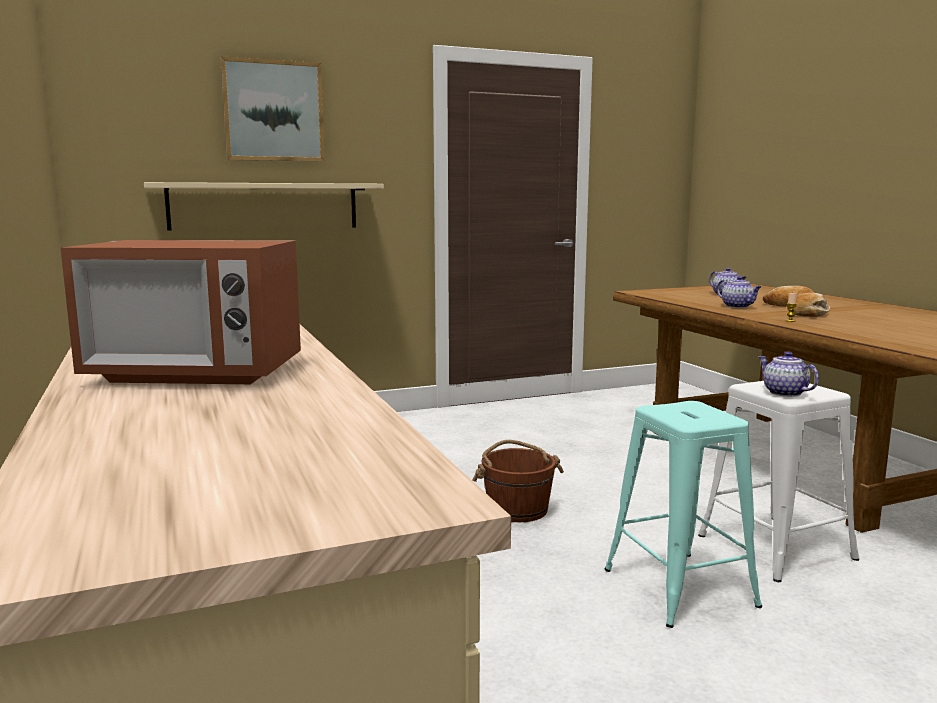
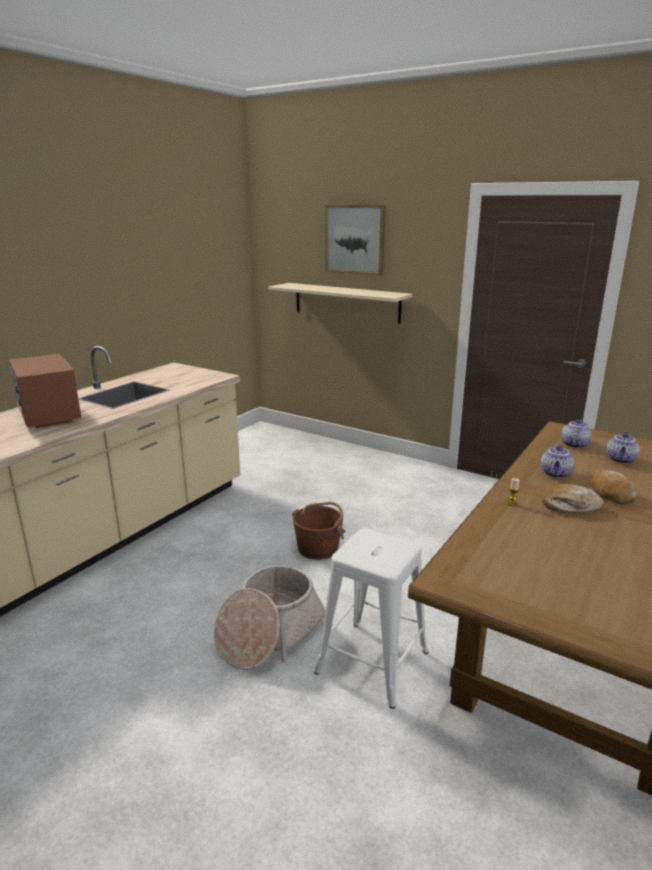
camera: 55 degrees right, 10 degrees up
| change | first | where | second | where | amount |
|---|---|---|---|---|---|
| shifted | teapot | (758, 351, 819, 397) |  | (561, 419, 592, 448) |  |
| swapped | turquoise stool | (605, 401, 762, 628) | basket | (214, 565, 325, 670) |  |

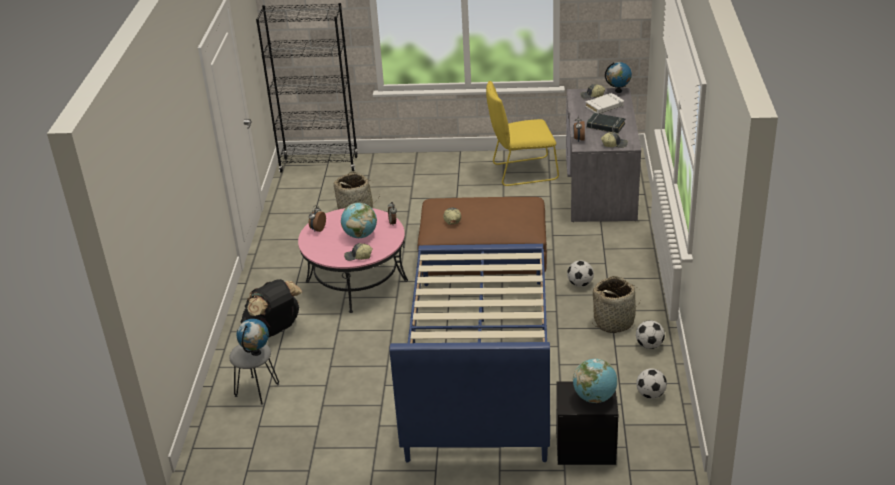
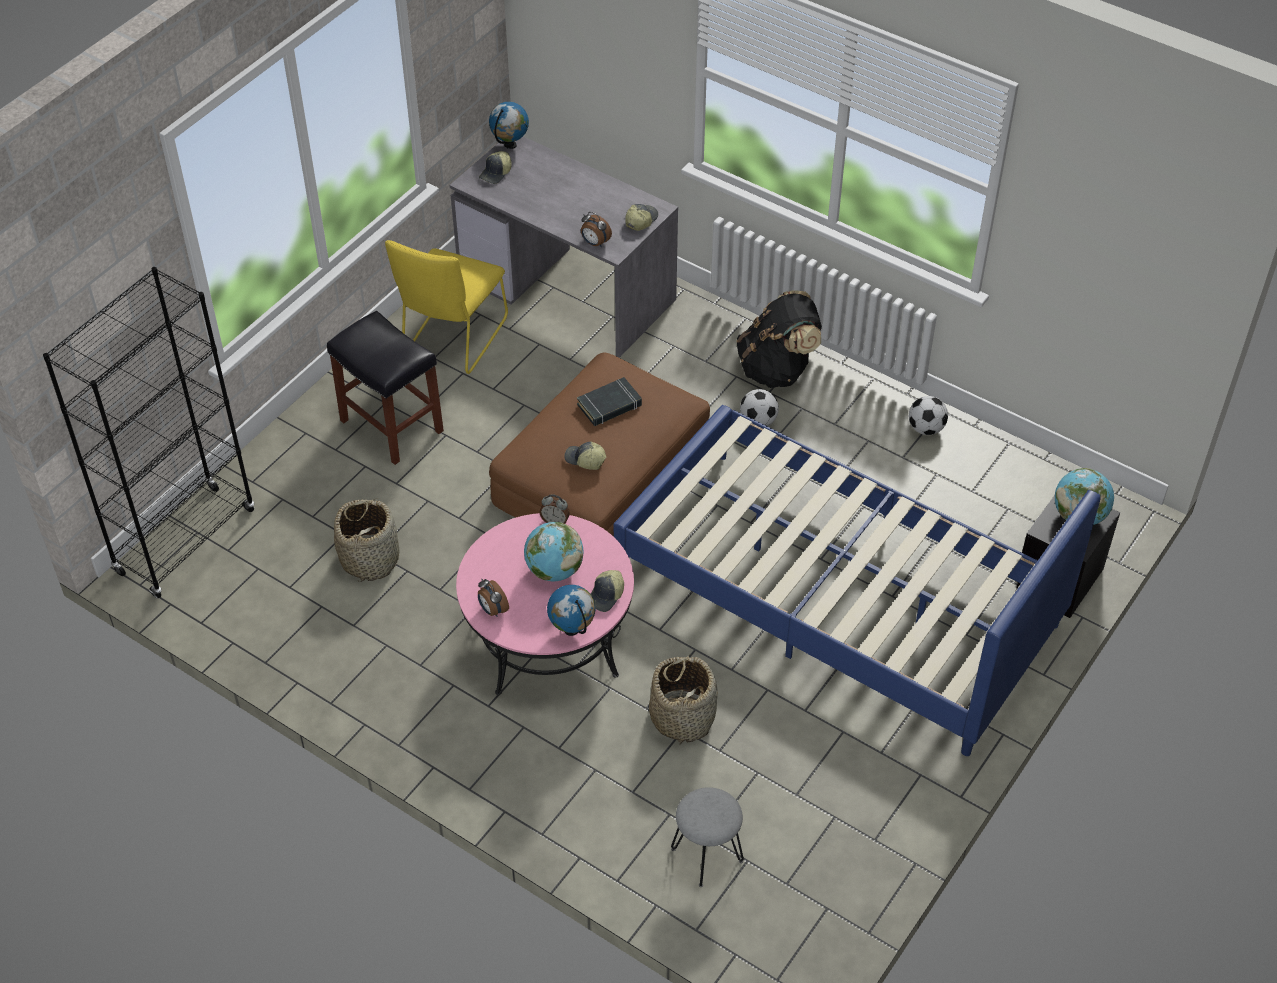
camera: 60 degrees left, 15 degrees up
| change | first | where | second | where | amount |
|---|---|---|---|---|---|
| gone | white book | (585, 93, 624, 114) |  |  |  |
| gone | football | (636, 368, 667, 399) |  |  |  |
| new |  |  | black stool | (327, 311, 444, 465) |  |
| shifted | globe | (237, 319, 269, 356) |  | (547, 585, 595, 636) |  |
| shifted | black backpack | (241, 279, 302, 338) |  | (736, 290, 822, 388) |  |
| shifted | black book | (587, 113, 625, 133) |  | (577, 377, 642, 426) |  |
| shifted | basket | (593, 276, 642, 333) |  | (649, 654, 718, 745) |  |

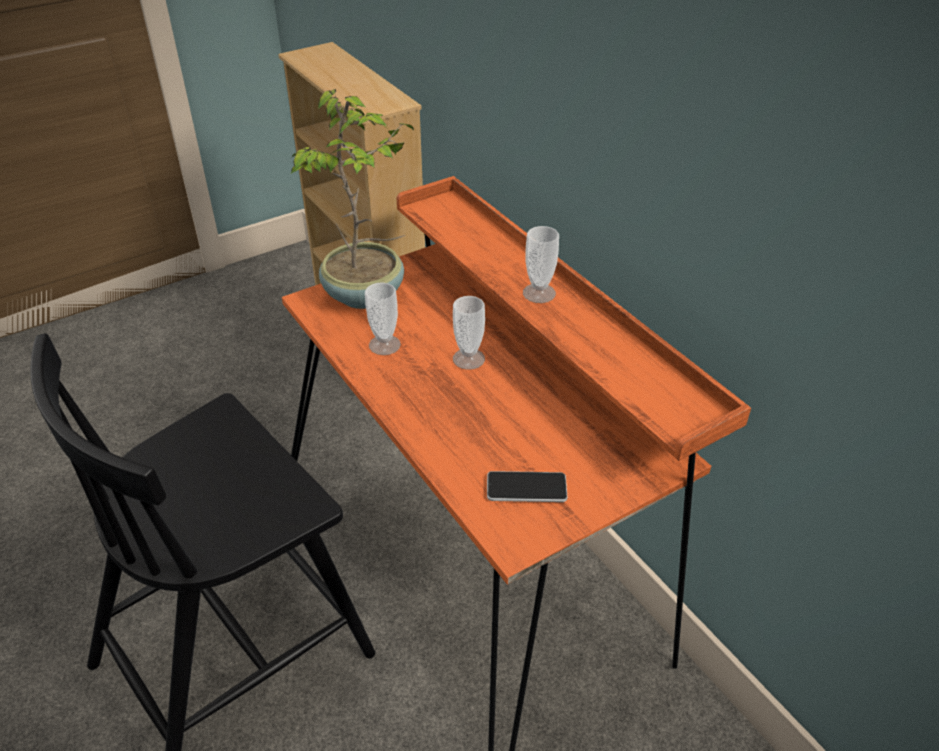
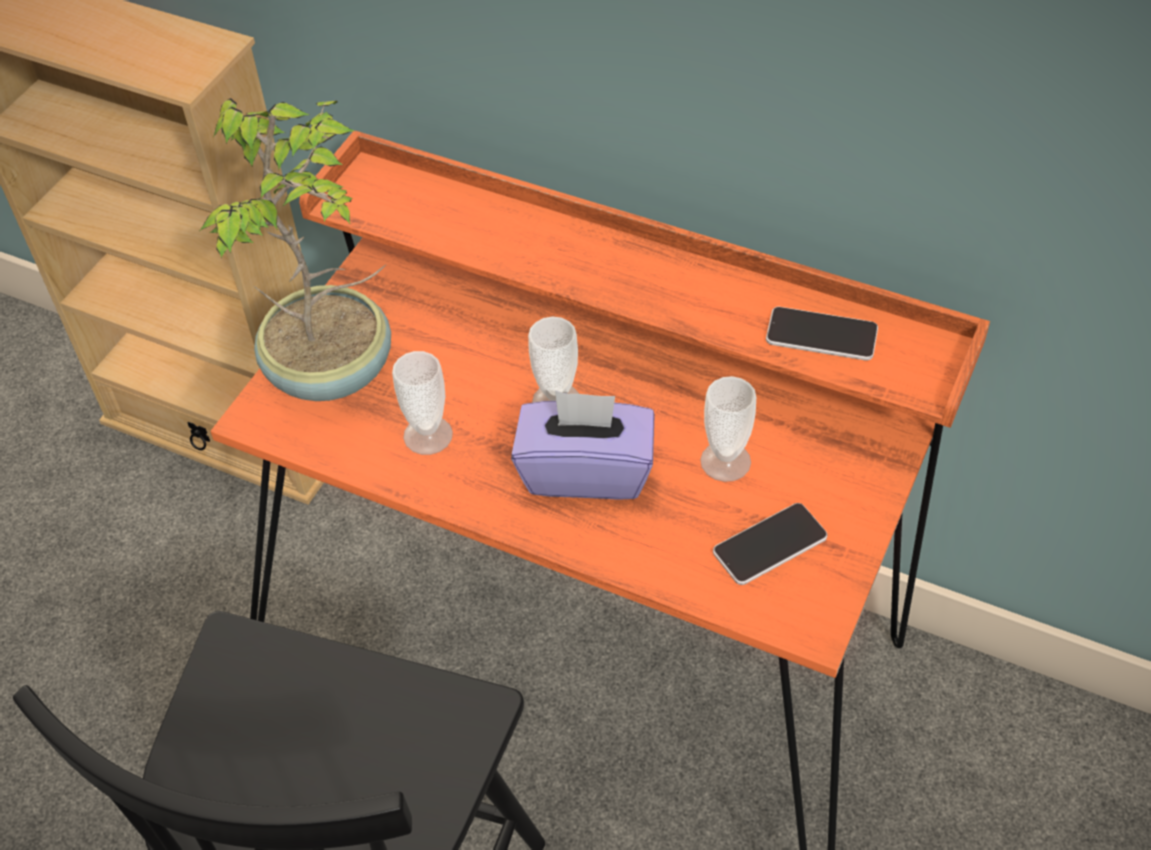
camera: 30 degrees left, 10 degrees up
| change | first | where | second | where | amount |
|---|---|---|---|---|---|
| new |  |  | purple tissue box | (511, 390, 655, 500) |  |
| new |  |  | phone | (766, 307, 878, 361) |  |
| shifted | cup | (523, 226, 559, 303) |  | (700, 376, 756, 482) |  |

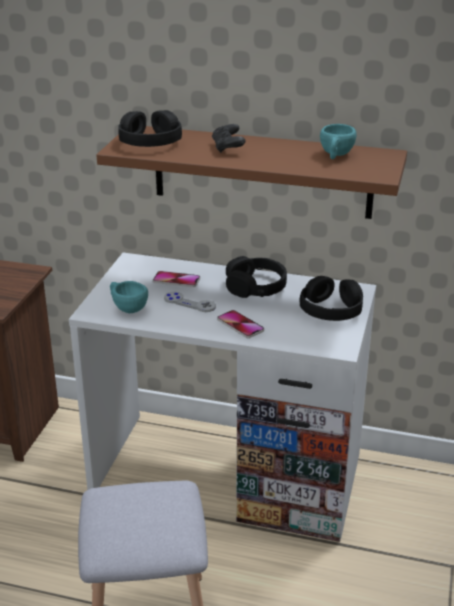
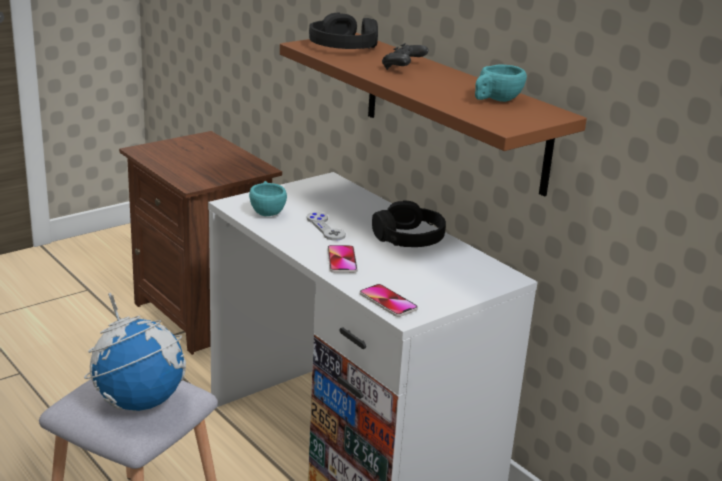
camera: 35 degrees right, 5 degrees down
| change | first | where | second | where | amount |
|---|---|---|---|---|---|
| gone | black headphones | (300, 276, 363, 321) |  |  |  |
| new |  |  | globe | (84, 293, 186, 412) |  |
| shifted | phone | (153, 271, 200, 287) |  | (360, 284, 418, 317) |  |

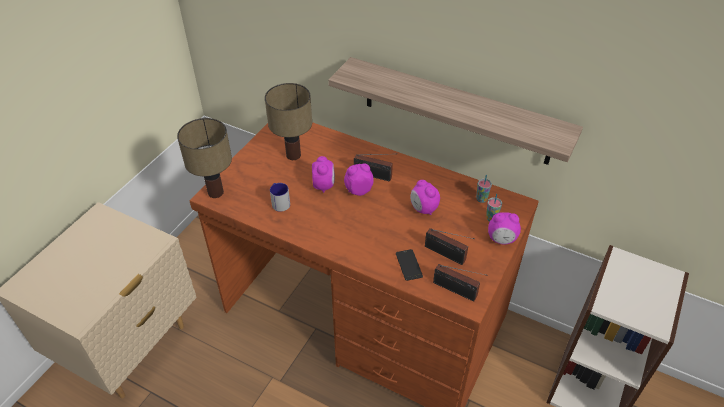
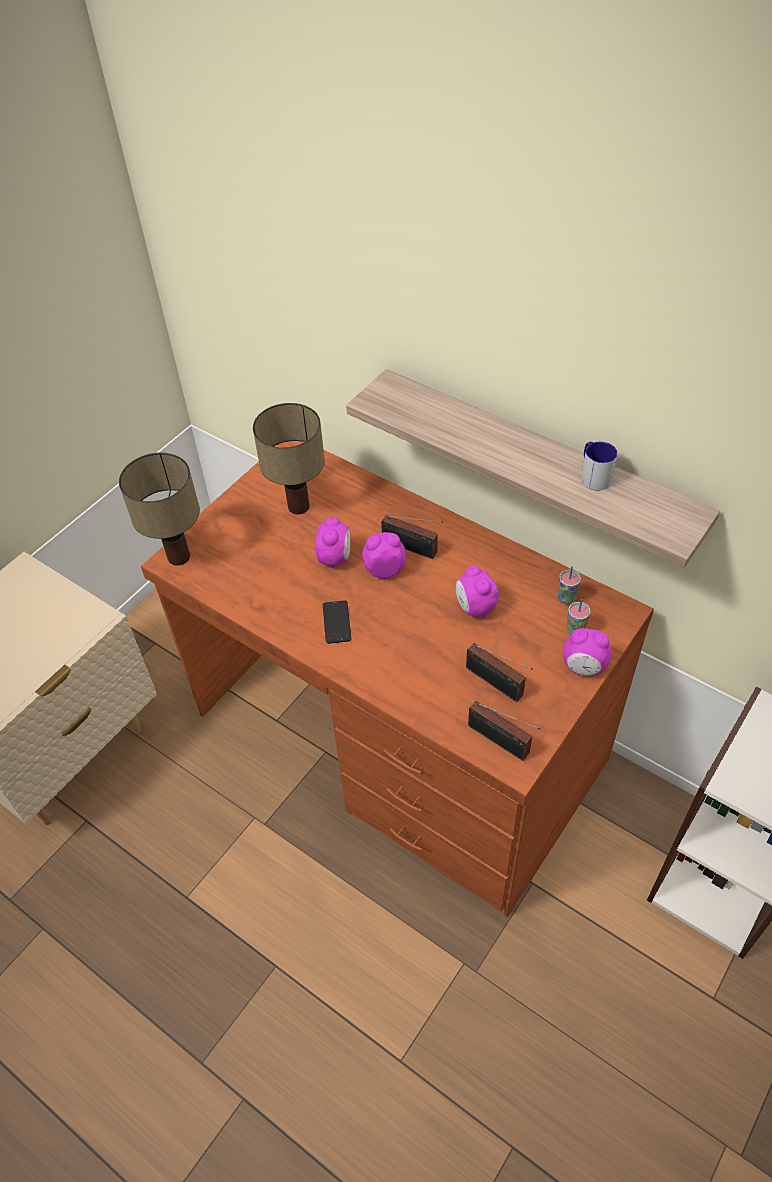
camera: 10 degrees right, 5 degrees up
| change | first | where | second | where | amount |
|---|---|---|---|---|---|
| shifted | mug | (270, 183, 290, 212) |  | (581, 442, 618, 491) |  |
| shifted | phone | (396, 249, 423, 281) |  | (323, 600, 351, 644) |  |

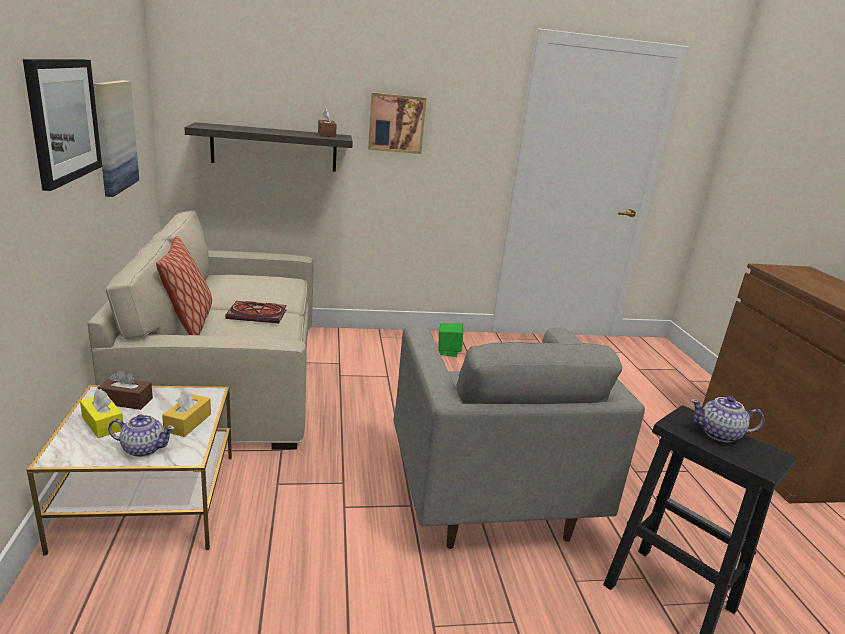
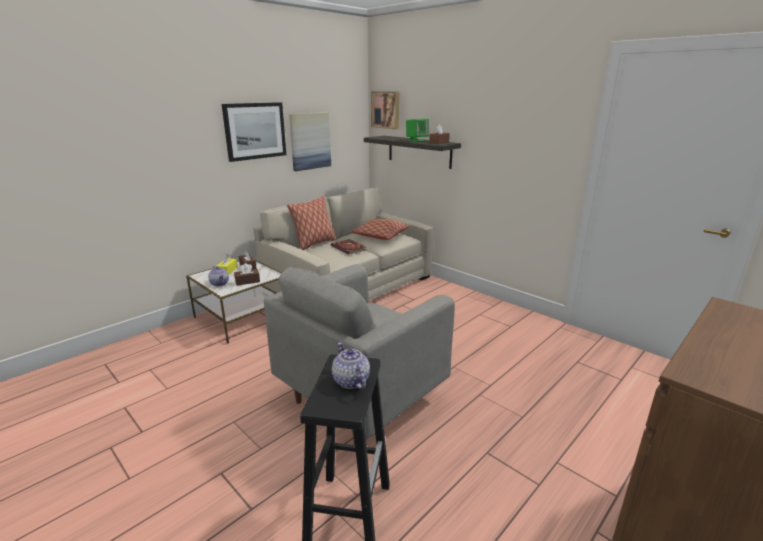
camera: 55 degrees right, 0 degrees up
| change | first | where | second | where | amount |
|---|---|---|---|---|---|
| new |  |  | pillow | (351, 219, 409, 240) |  |
| shifted | picture | (368, 93, 426, 154) |  | (371, 91, 399, 129) |  |
| shifted | green speaker | (438, 323, 464, 357) |  | (406, 119, 429, 142) |  |
| repainted | yellow tissue box | (162, 389, 211, 437) | brown tissue box | (234, 263, 260, 286) |  |

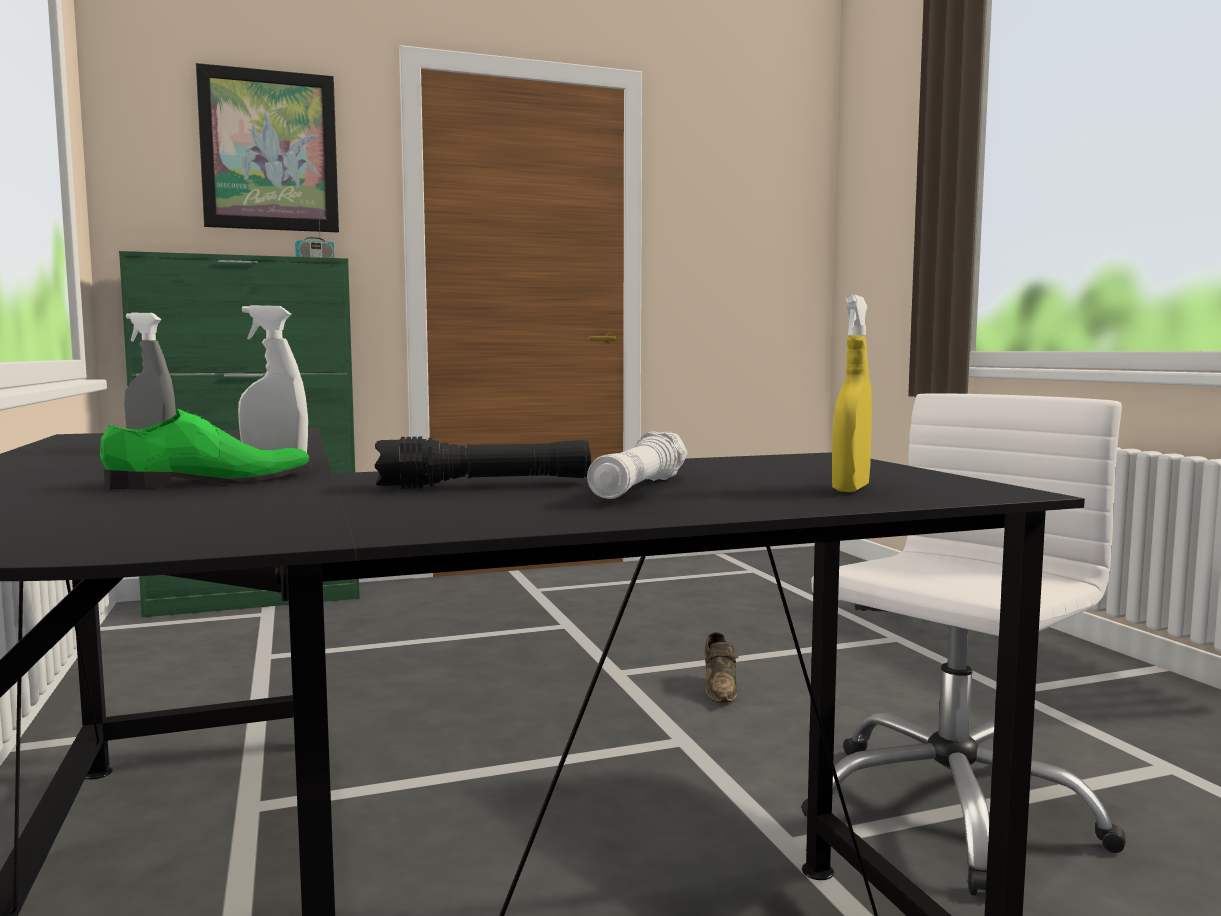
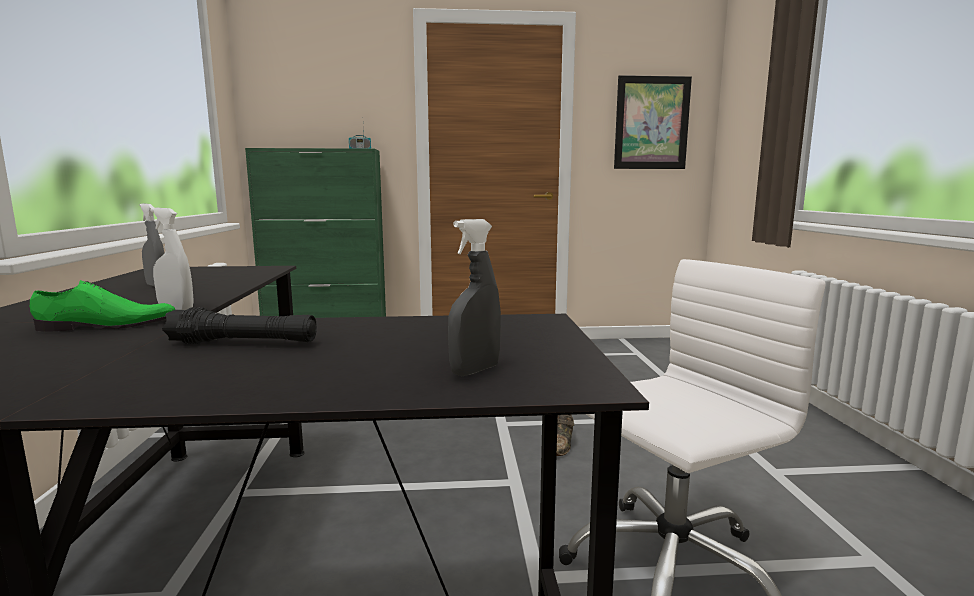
camera: 15 degrees right, 5 degrees up
| change | first | where | second | where | amount |
|---|---|---|---|---|---|
| gone | white flashlight | (587, 431, 687, 499) |  |  |  |
| shifted | picture | (196, 63, 339, 233) |  | (614, 75, 692, 169) |  |
| repainted | yellow spray bottle | (832, 294, 872, 492) | grey spray bottle | (448, 219, 501, 376) |  |

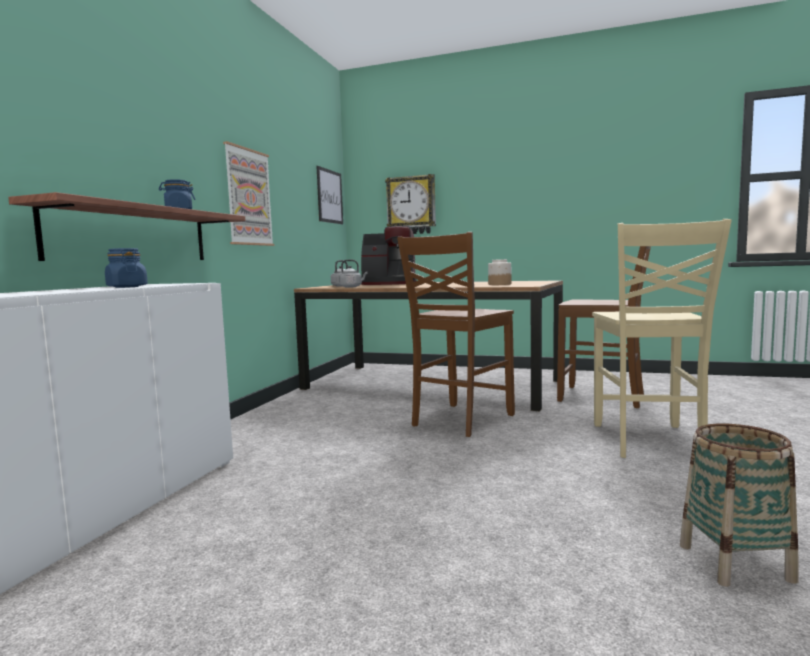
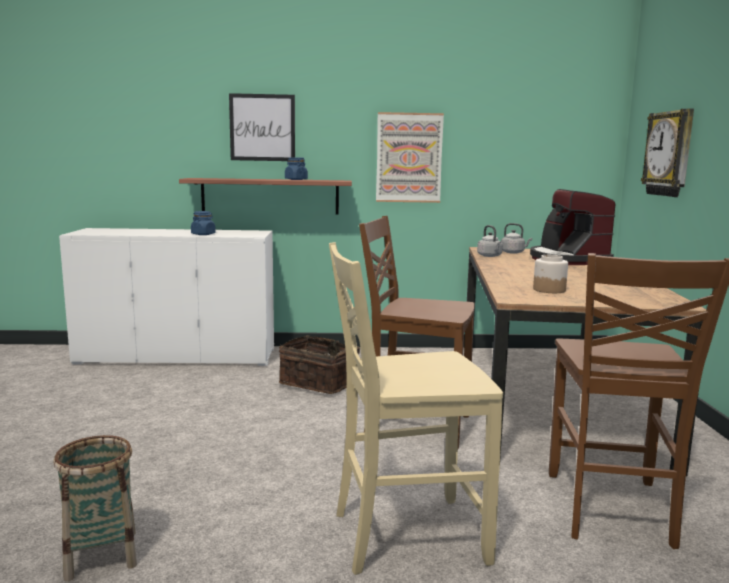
camera: 70 degrees right, 5 degrees up
| change | first | where | second | where | amount |
|---|---|---|---|---|---|
| new |  |  | basket | (279, 335, 360, 394) |  |
| shifted | picture | (316, 166, 343, 224) |  | (229, 93, 295, 161) |  |

